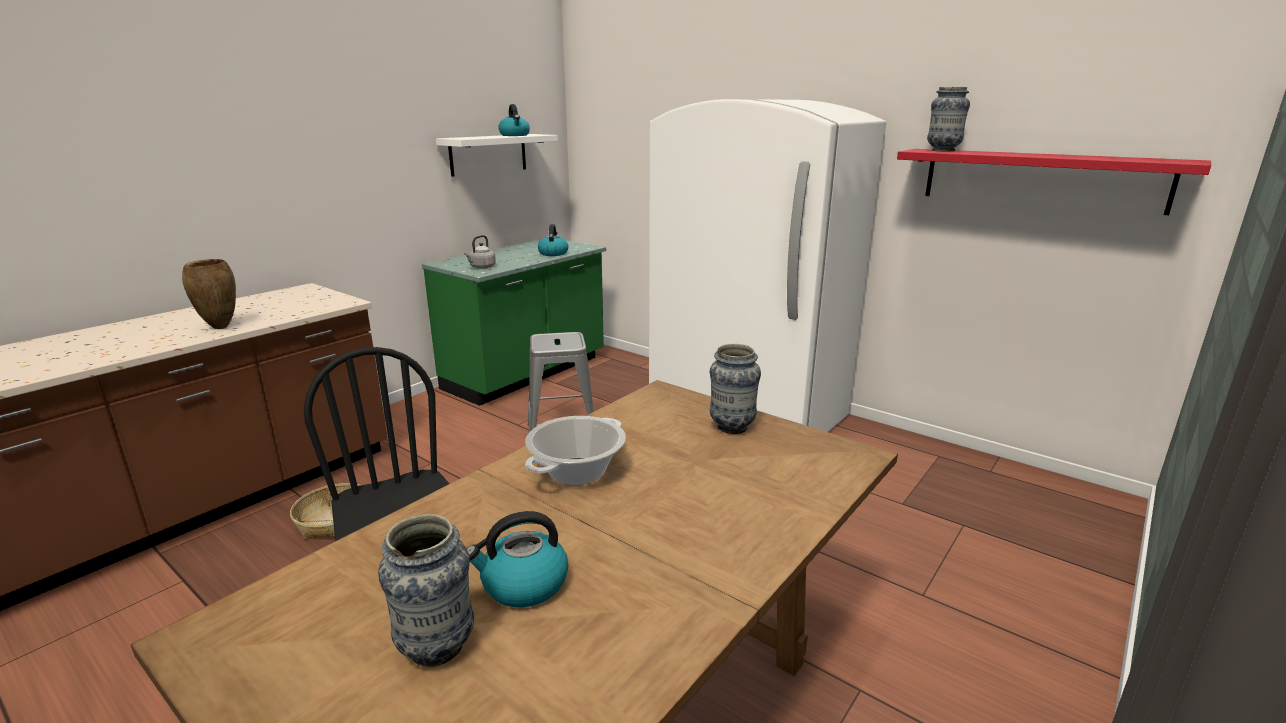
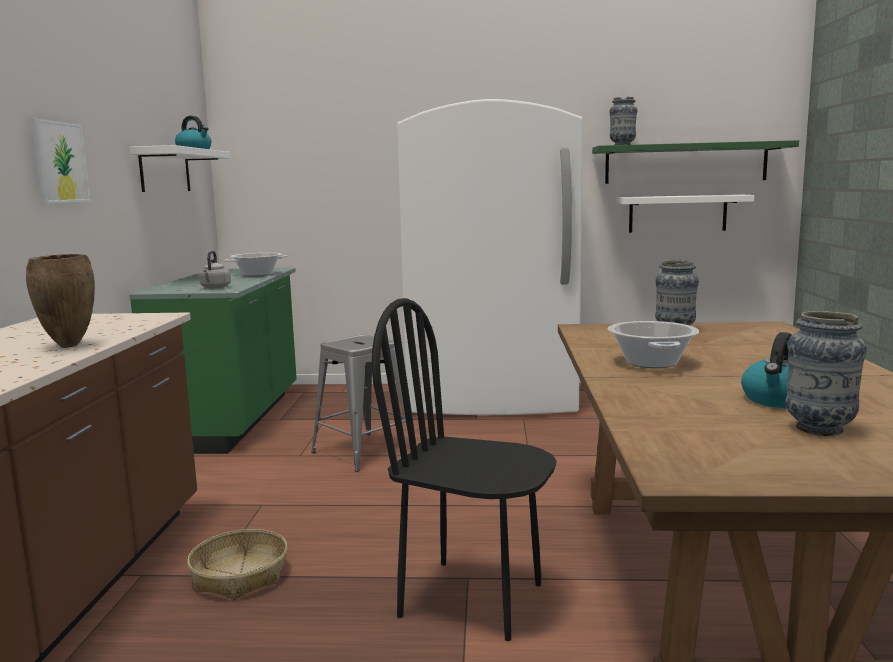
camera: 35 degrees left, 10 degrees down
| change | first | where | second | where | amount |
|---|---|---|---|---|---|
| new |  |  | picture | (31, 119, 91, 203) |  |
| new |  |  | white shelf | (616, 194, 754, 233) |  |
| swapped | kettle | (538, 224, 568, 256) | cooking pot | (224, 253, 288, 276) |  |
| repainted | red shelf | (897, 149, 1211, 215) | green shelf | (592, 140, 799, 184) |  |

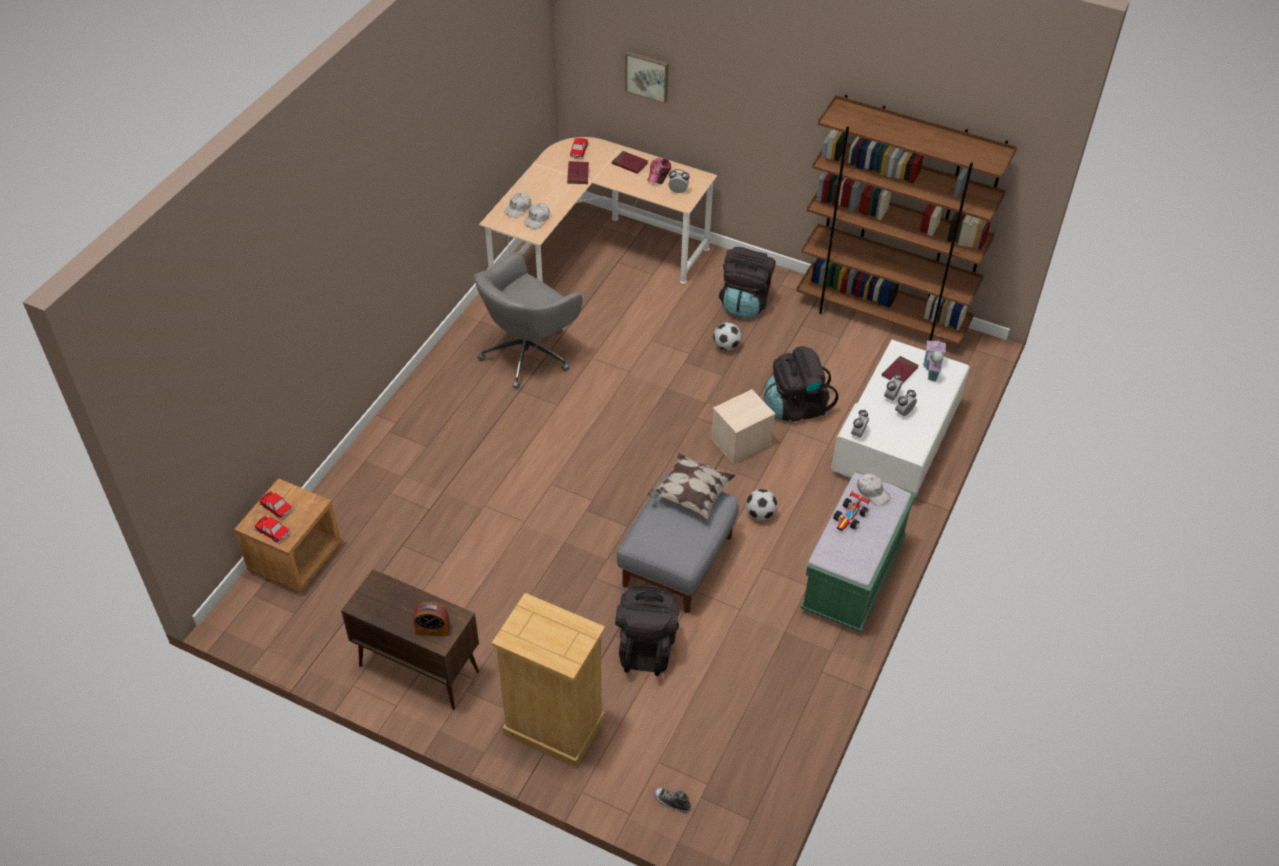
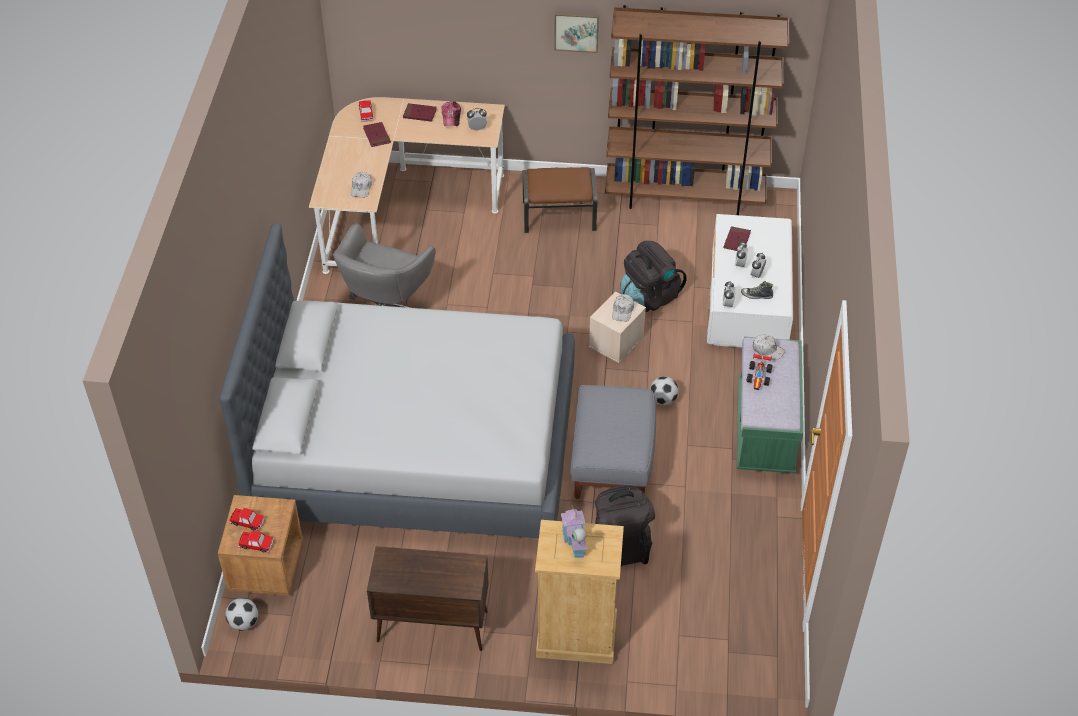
camera: 20 degrees left, 0 degrees up
| change | first | where | second | where | amount |
|---|---|---|---|---|---|
| gone | alarm clock | (413, 602, 450, 636) |  |  |  |
| gone | pillow | (647, 453, 736, 519) |  |  |  |
| new |  |  | grey bed | (219, 223, 575, 538) |  |
| shifted | white cap | (504, 193, 531, 218) |  | (612, 294, 634, 322) |  |
| shifted | picture | (625, 51, 668, 104) |  | (554, 12, 599, 53) |  |
| shifted | shoe | (653, 787, 691, 812) |  | (741, 281, 773, 299) |  |
| shifted | football | (713, 322, 741, 350) |  | (225, 598, 258, 631) |  |
| shifted | toy house | (923, 336, 946, 382) |  | (561, 504, 588, 558) |  |
| swapped | black backpack | (719, 247, 776, 318) | brown ottoman | (523, 167, 598, 233) |  |

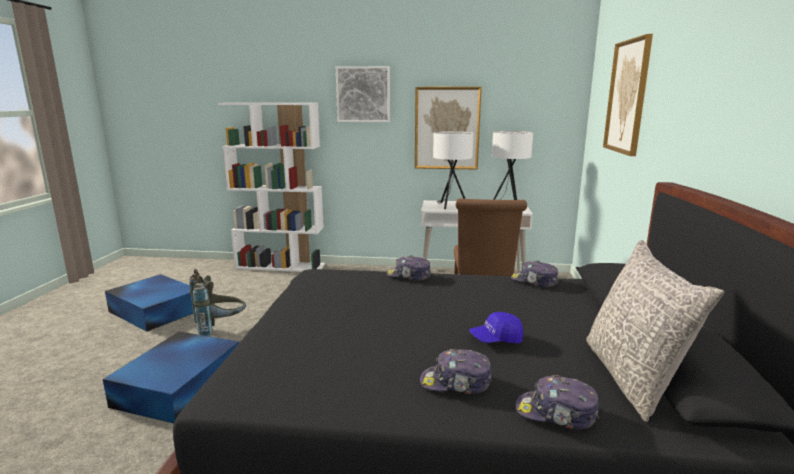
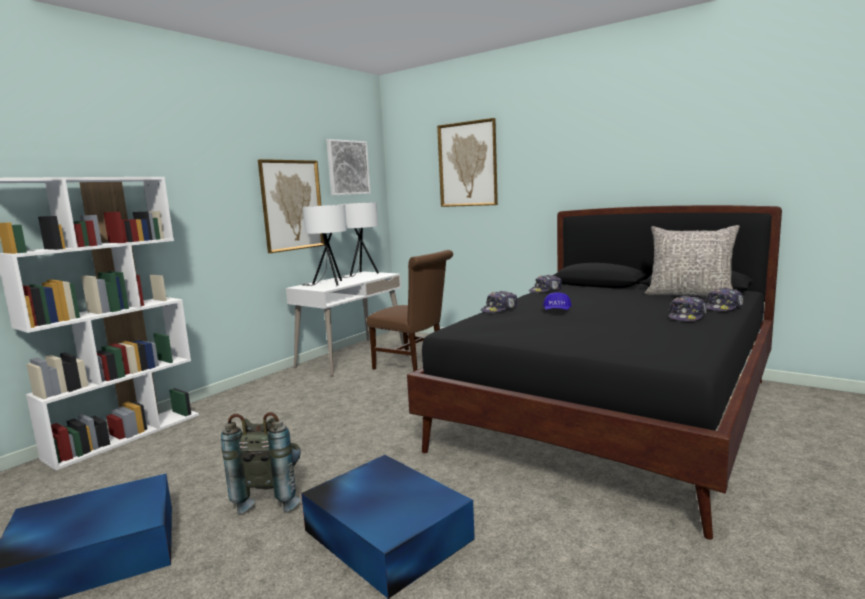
camera: 60 degrees left, 5 degrees down
| change | first | where | second | where | amount |
|---|---|---|---|---|---|
| shifted | picture | (336, 66, 390, 122) |  | (327, 139, 371, 196) |  |
| shifted | blue cap | (469, 312, 523, 343) |  | (543, 292, 572, 310) |  |

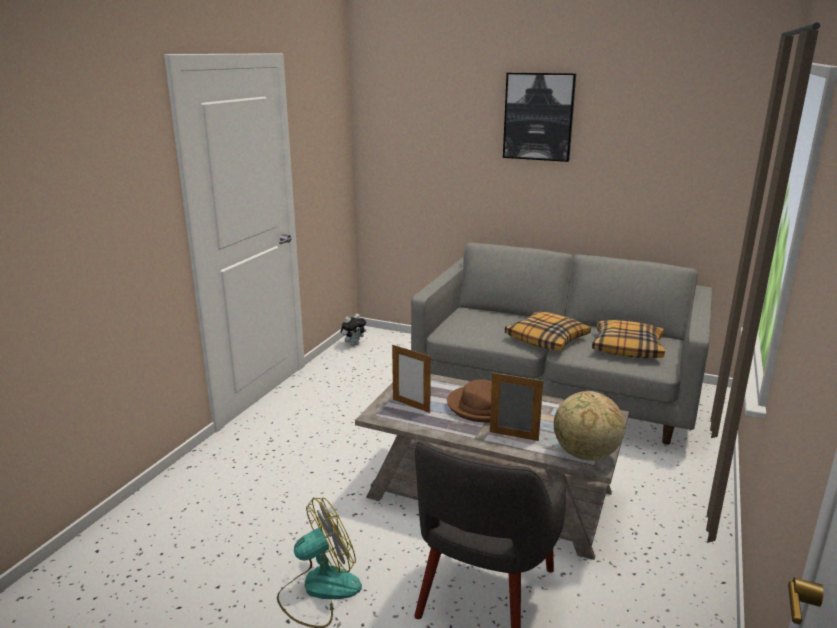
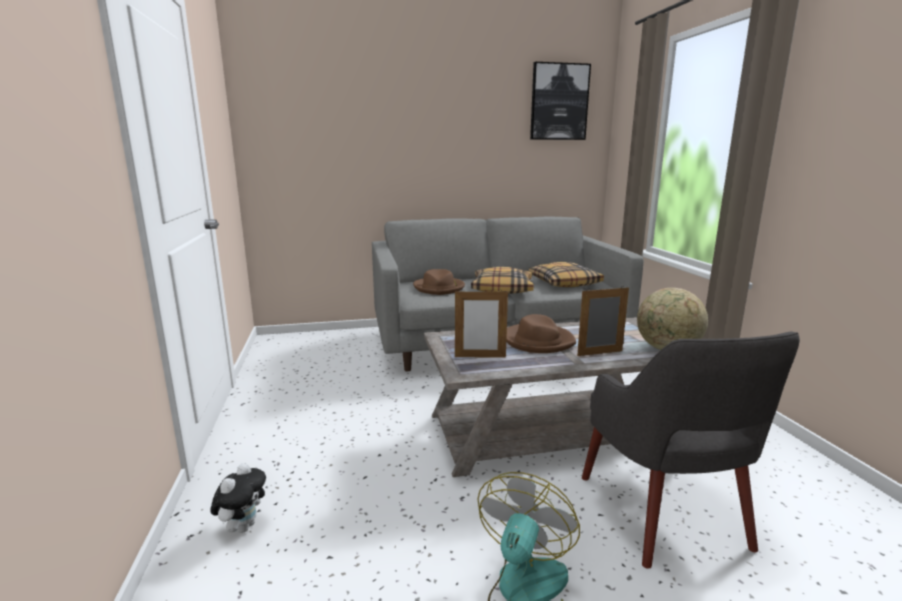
camera: 35 degrees left, 5 degrees down
| change | first | where | second | where | amount |
|---|---|---|---|---|---|
| new |  |  | brown hat | (413, 269, 465, 295) |  |
| shifted | plush toy | (341, 314, 366, 346) |  | (211, 463, 266, 533) |  |
| shifted | picture | (503, 73, 576, 162) |  | (530, 62, 591, 140) |  |

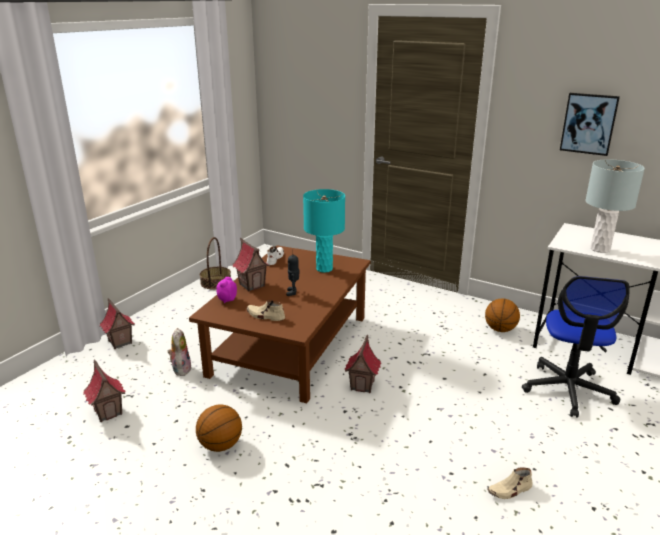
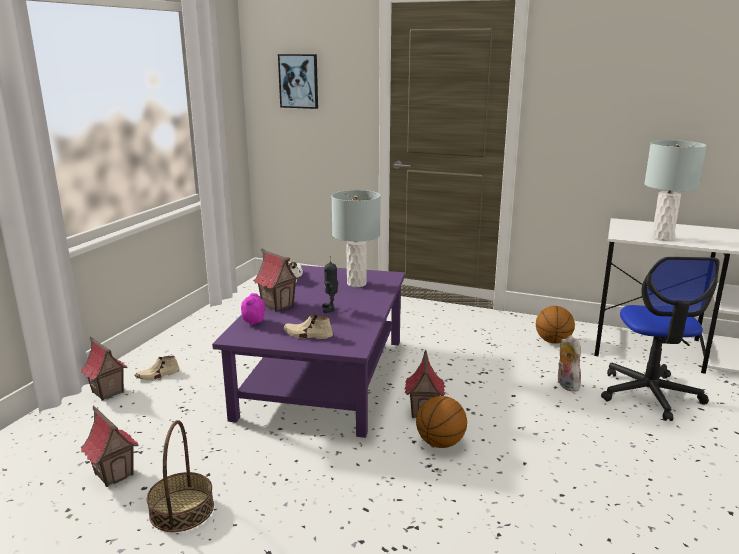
camera: 10 degrees left, 5 degrees down
| change | first | where | second | where | amount |
|---|---|---|---|---|---|
| shifted | plush toy | (168, 328, 192, 376) |  | (558, 335, 581, 391) |  |
| shifted | basketball | (196, 405, 242, 452) |  | (416, 396, 467, 448) |  |
| shifted | basket | (200, 237, 231, 290) |  | (147, 420, 214, 532) |  |
| shifted | beige shoe | (487, 467, 533, 499) |  | (135, 356, 179, 380) |  |
| shifted | picture | (560, 93, 620, 156) |  | (278, 54, 318, 109) |  |
| repainted | brown coffee table | (189, 245, 371, 403) | purple coffee table | (212, 265, 405, 438) |  |
| repainted | turquoise table lamp | (303, 189, 345, 273) | grey table lamp | (332, 190, 381, 287) |  |

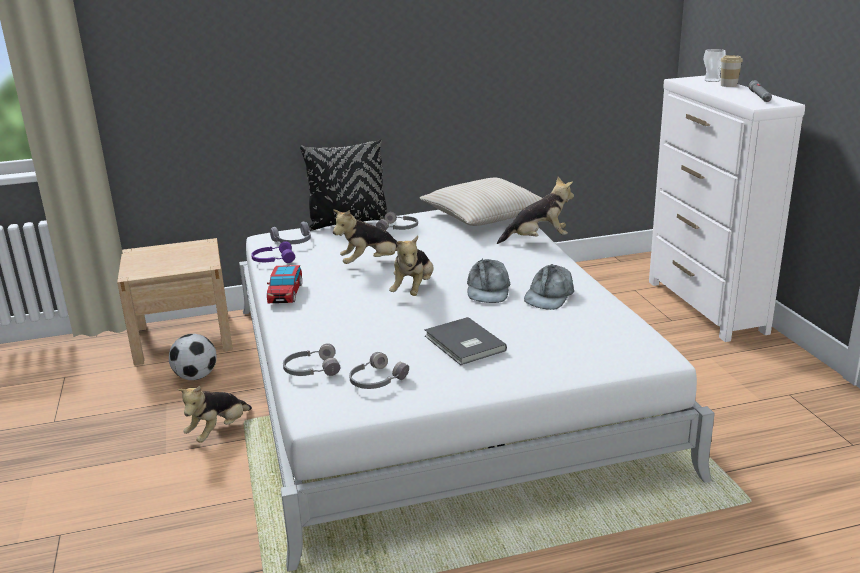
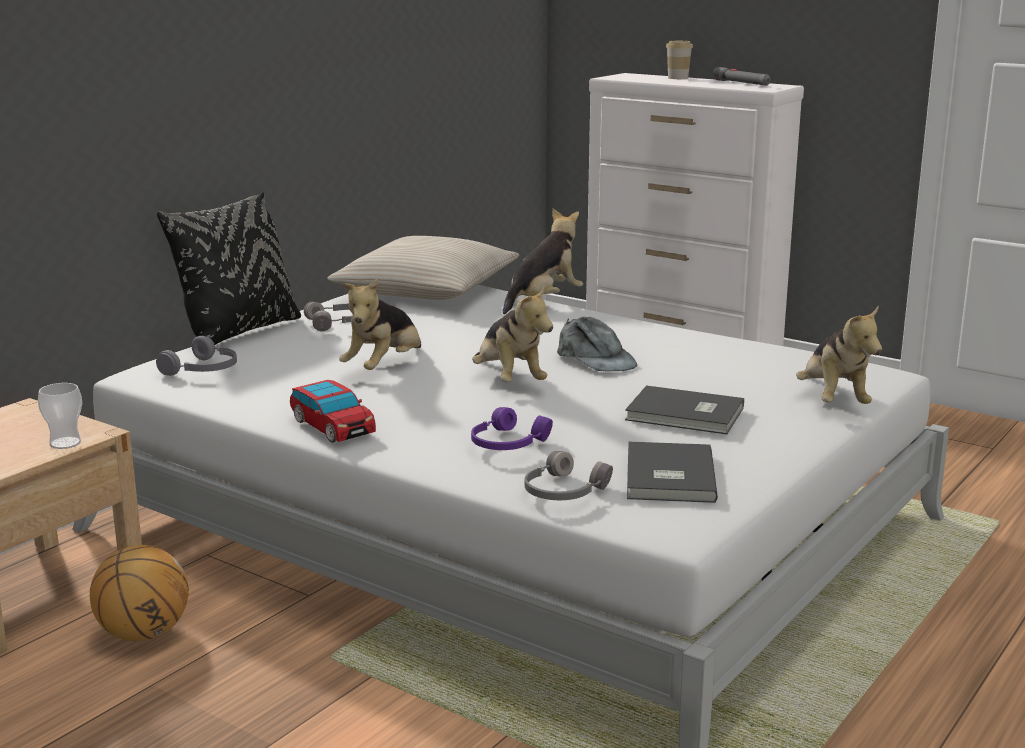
camera: 40 degrees left, 5 degrees down
| change | first | where | second | where | amount |
|---|---|---|---|---|---|
| gone | grey cap | (524, 263, 574, 310) |  |  |  |
| shifted | plush toy | (177, 386, 252, 443) |  | (796, 305, 882, 404) |  |
| shifted | purple headphones | (251, 241, 295, 263) |  | (471, 407, 553, 450) |  |
| shifted | cup | (704, 49, 726, 82) |  | (38, 383, 82, 449) |  |
| swapped | football | (169, 334, 217, 380) | basketball | (90, 545, 189, 641) |  |
| swapped | grey headphones | (349, 352, 409, 389) | grey book | (627, 442, 718, 503) |  |

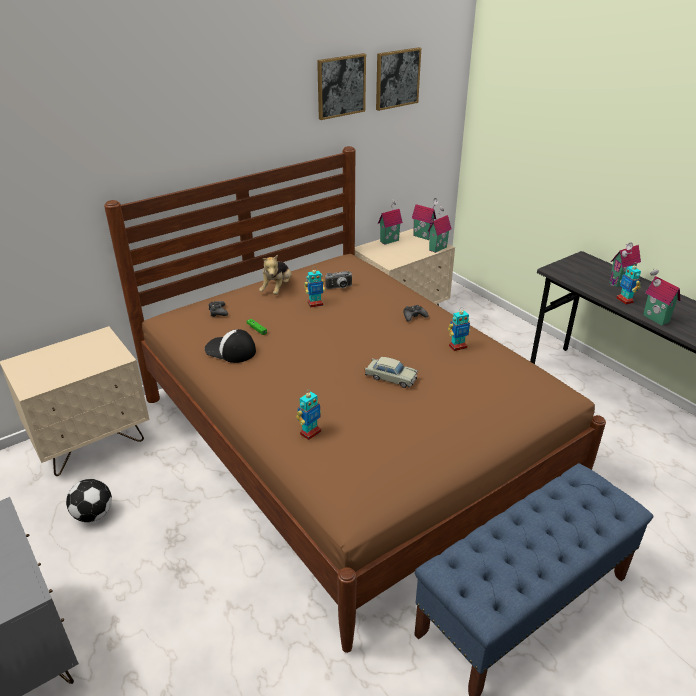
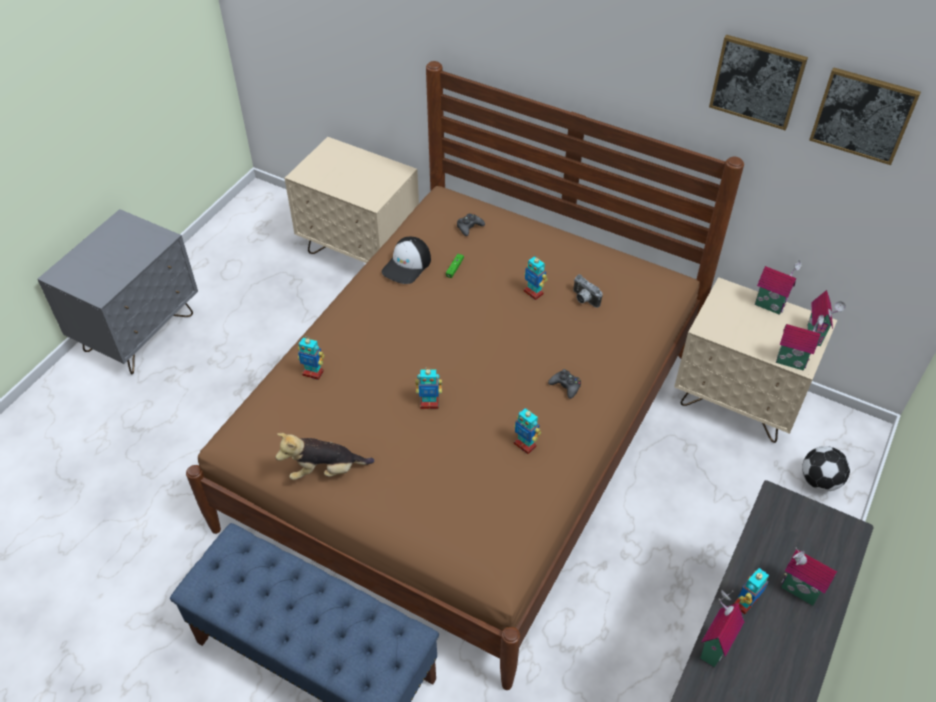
camera: 65 degrees right, 15 degrees up
| change | first | where | second | where | amount |
|---|---|---|---|---|---|
| shifted | football | (66, 479, 112, 522) |  | (802, 446, 850, 491) |  |
| shifted | plush toy | (259, 254, 291, 295) |  | (275, 433, 374, 480) |  |
| swapped | beige toy car | (365, 357, 418, 388) | toy robot | (415, 367, 442, 409) |  |
| rotated | cap | (205, 329, 256, 363) |  | (382, 237, 431, 284) | 150 degrees counterclockwise |

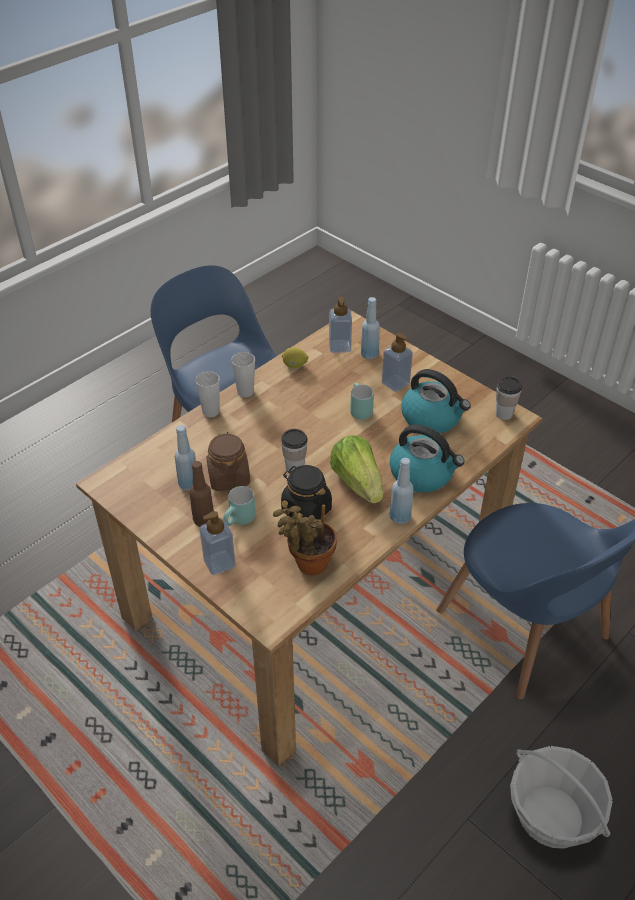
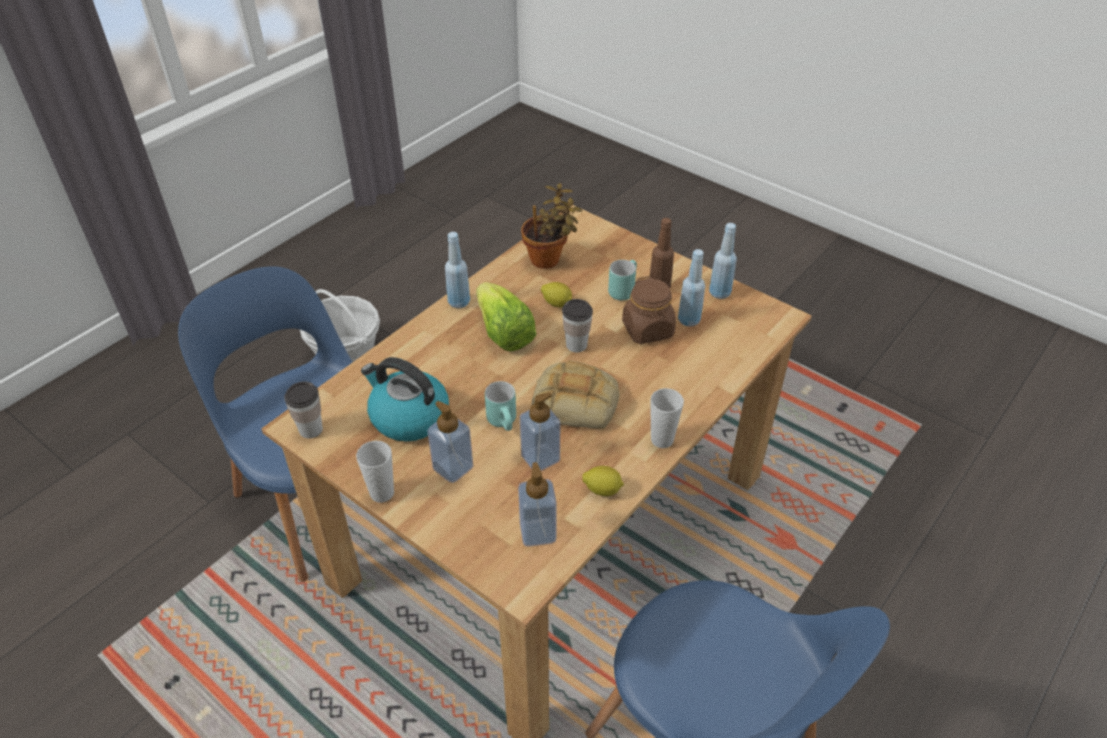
camera: 175 degrees right, 0 degrees up
| change | first | where | second | where | amount |
|---|---|---|---|---|---|
| gone | kettle | (390, 425, 465, 493) |  |  |  |
| new |  |  | bread | (532, 361, 619, 429) |  |
| shifted | cup | (195, 371, 220, 417) |  | (356, 441, 394, 503) |  |
| shifted | soap dispenser | (200, 511, 236, 575) |  | (520, 392, 560, 471) |  |
| shifted | blue bottle | (361, 297, 380, 359) |  | (709, 223, 737, 299) |  |
| swapped | black jar | (281, 465, 332, 520) | lemon | (541, 282, 572, 308) |  |

